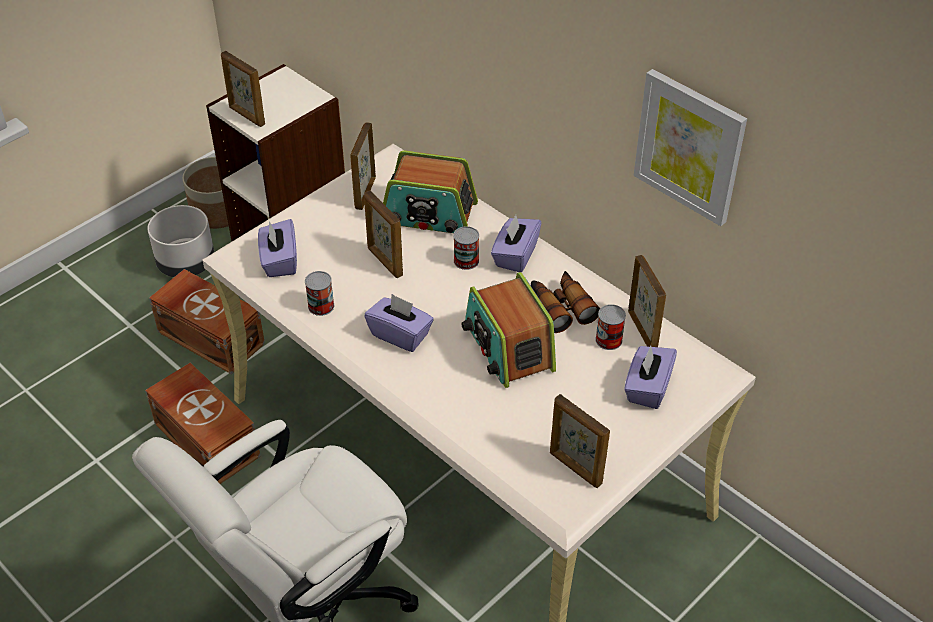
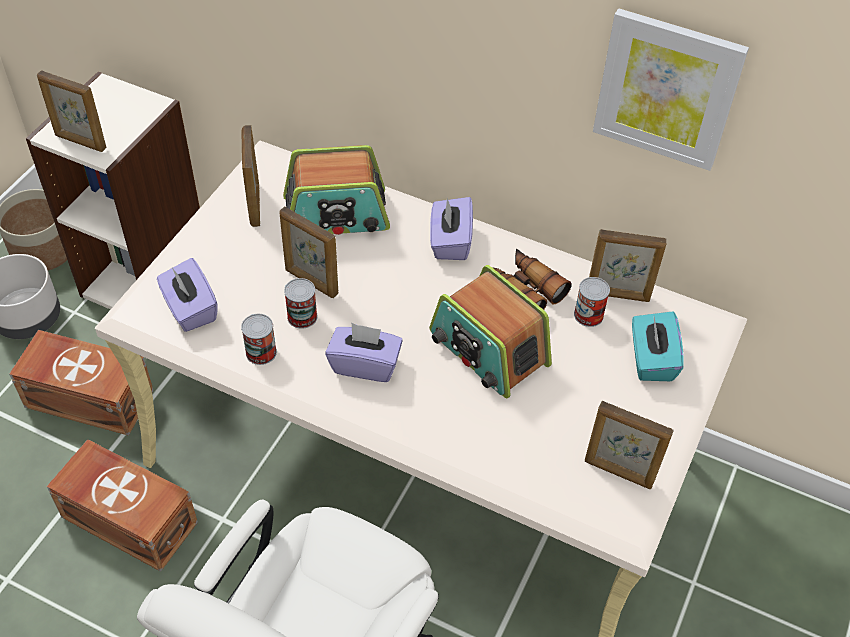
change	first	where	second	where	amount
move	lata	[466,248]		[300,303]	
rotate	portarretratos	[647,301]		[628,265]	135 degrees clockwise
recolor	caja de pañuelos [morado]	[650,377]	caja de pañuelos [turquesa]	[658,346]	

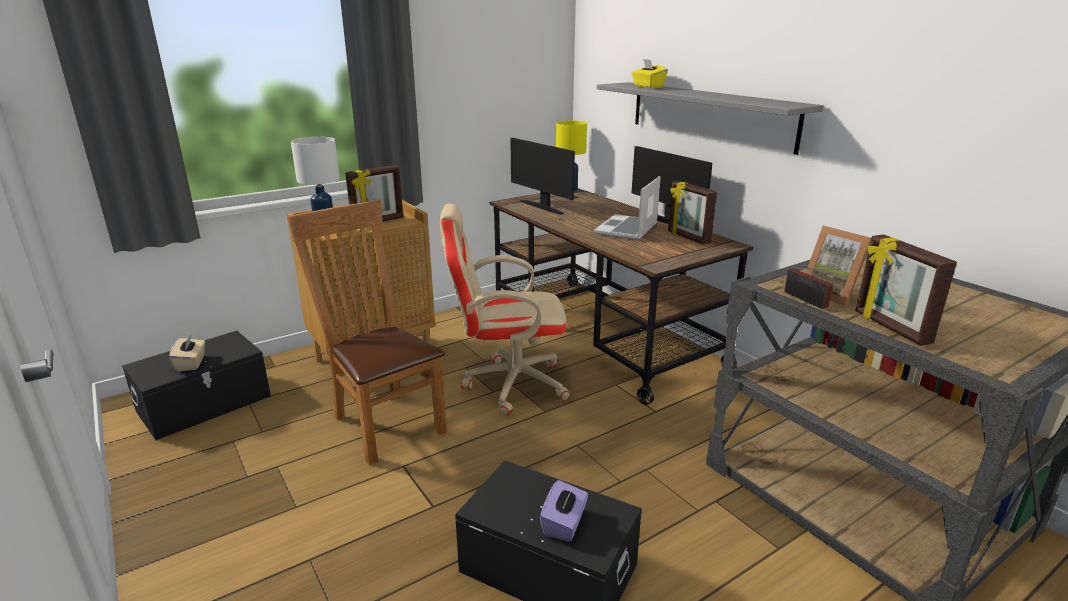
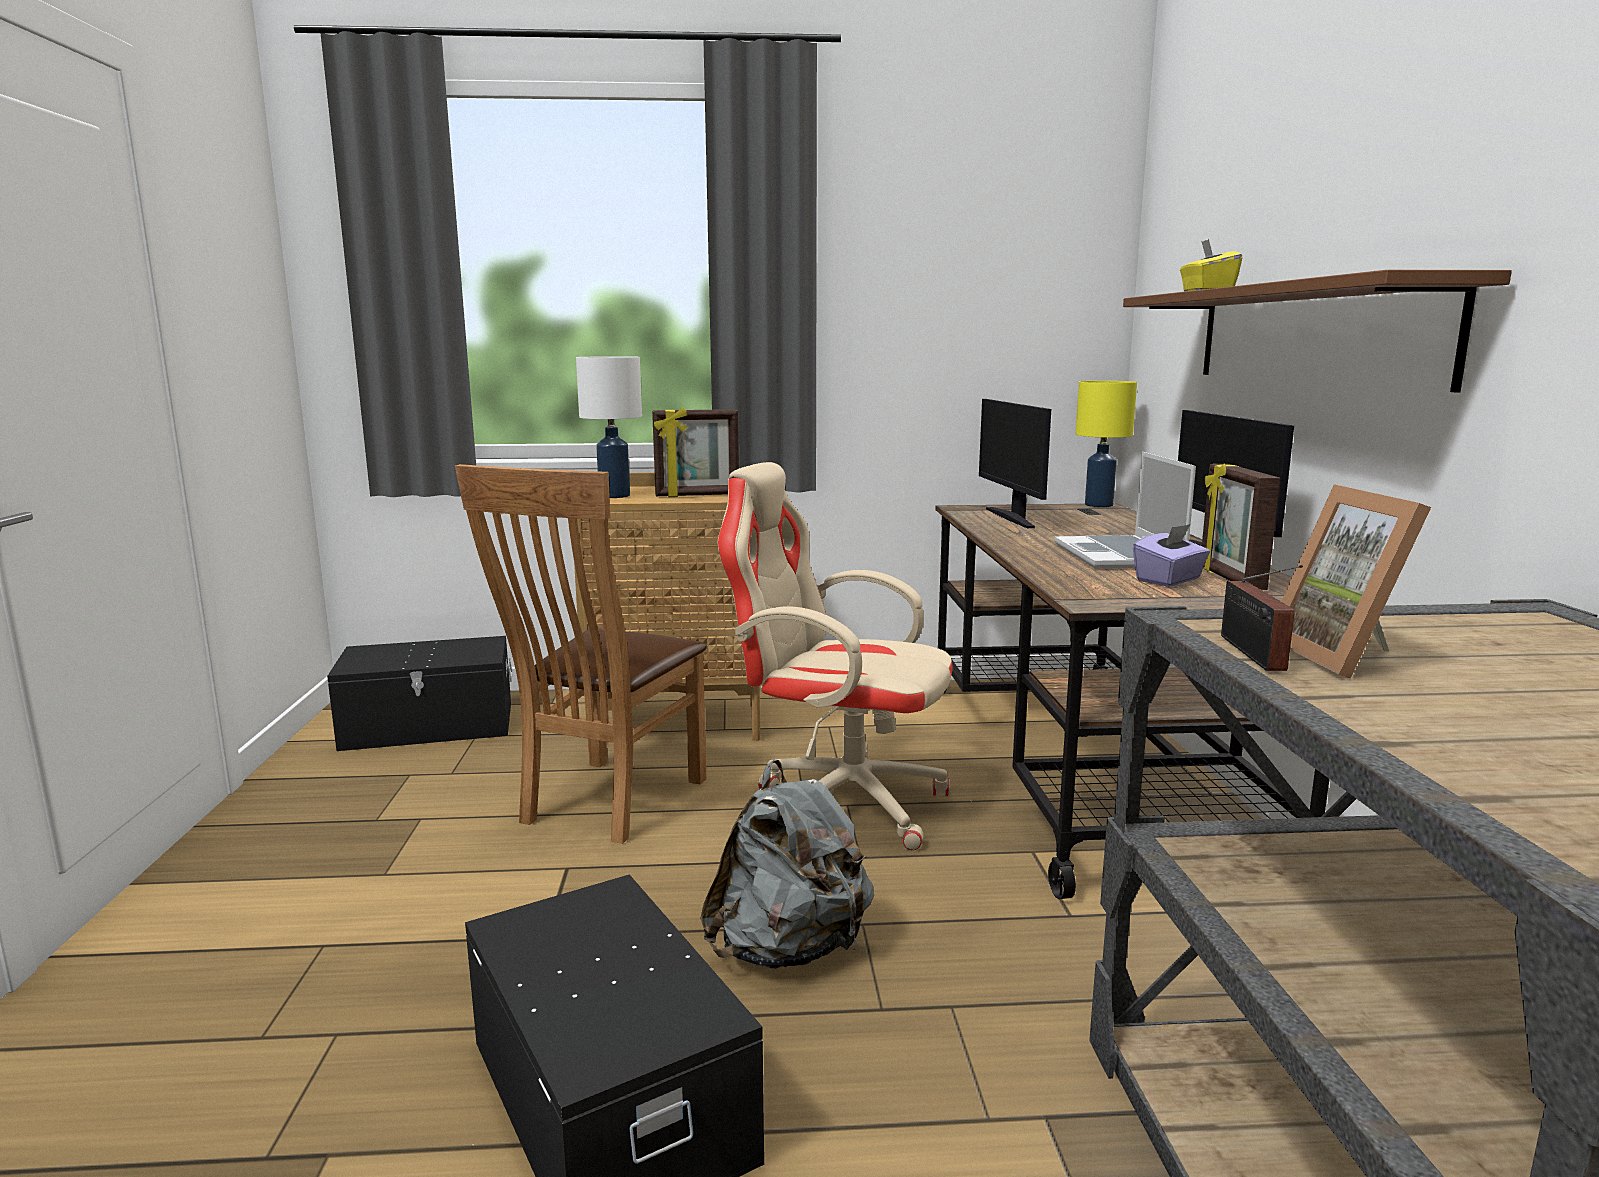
change	first	where	second	where	amount
rotate	silla [marrón]	[367,332]		[581,654]	150 degrees counterclockwise
insert			mochila [gris]	[787,864]	
rotate	portátil	[627,208]		[1125,510]	60 degrees counterclockwise
recolor	estante [gris]	[710,118]	estante [marrón]	[1317,331]	
move	caja de pañuelos [morado]	[564,511]		[1171,555]	
delete	caja de pañuelos [beis]	[187,353]			
delete	portarretratos	[906,290]			

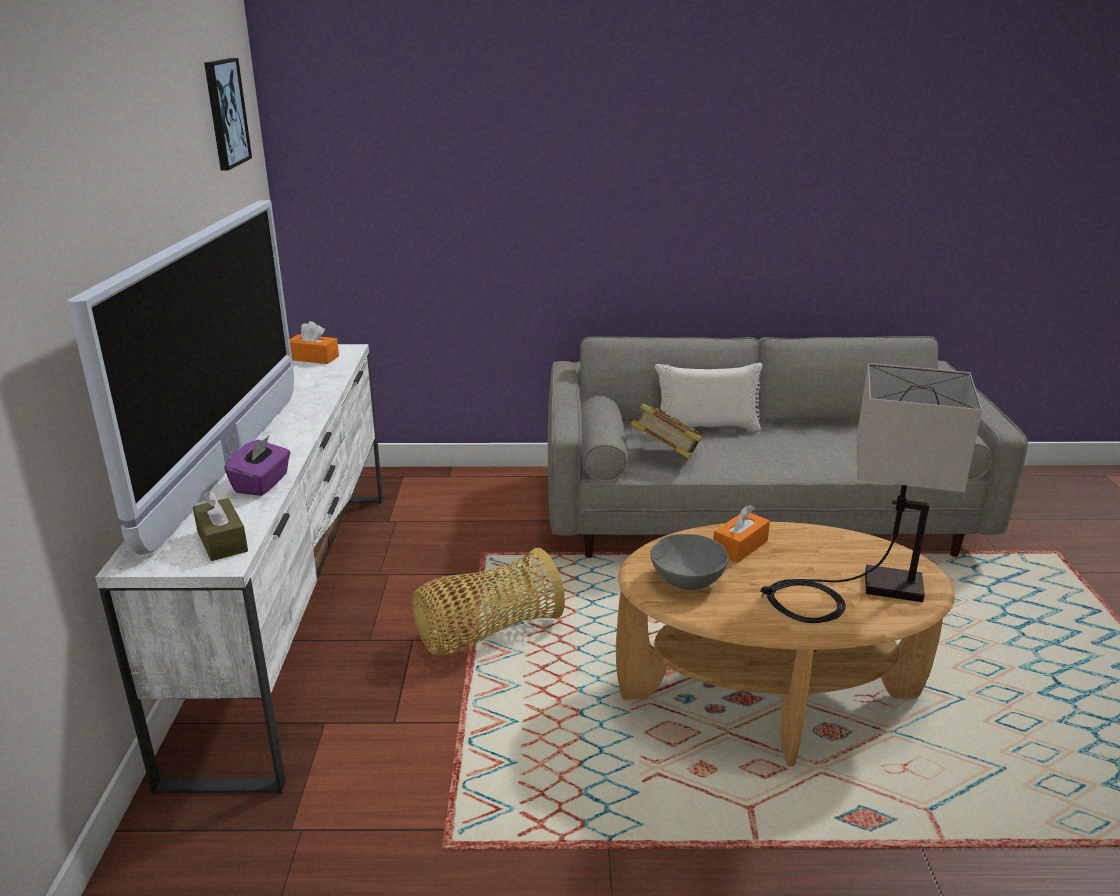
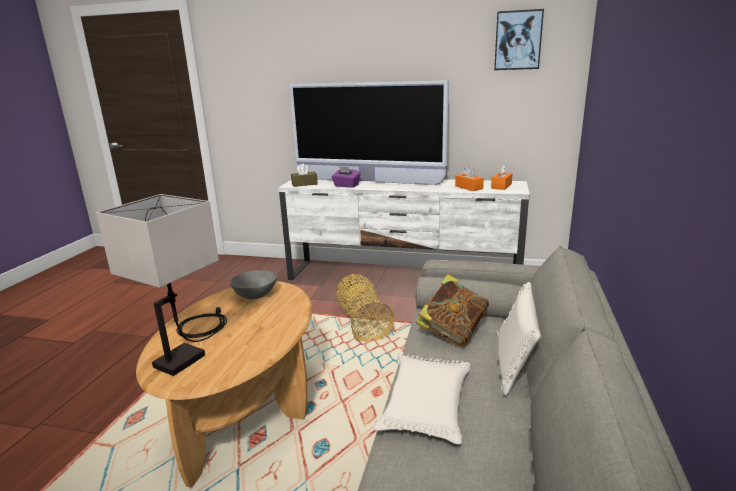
change	first	where	second	where	amount
insert			cojín [blanco]	[422,397]	
move	caja de pañuelos [naranja]	[741,534]		[469,178]	

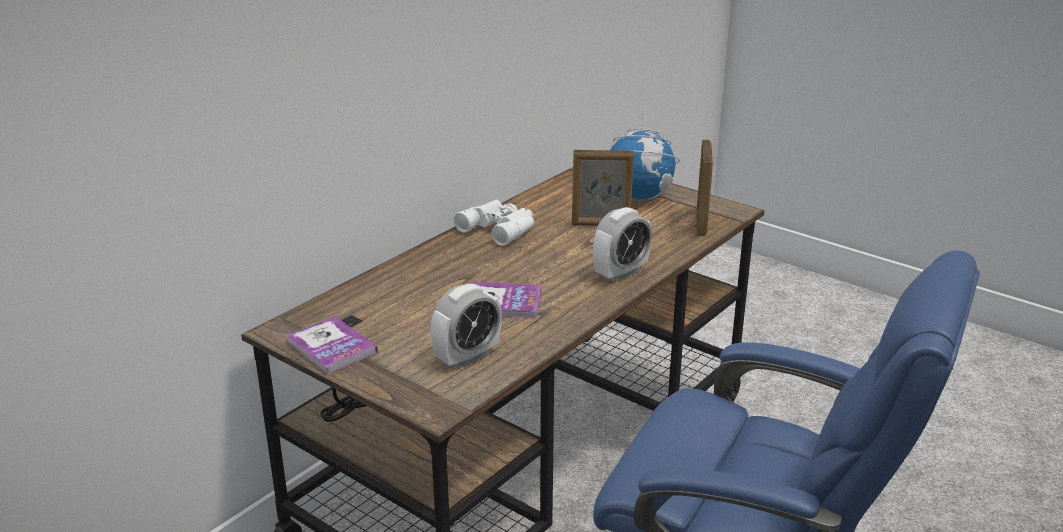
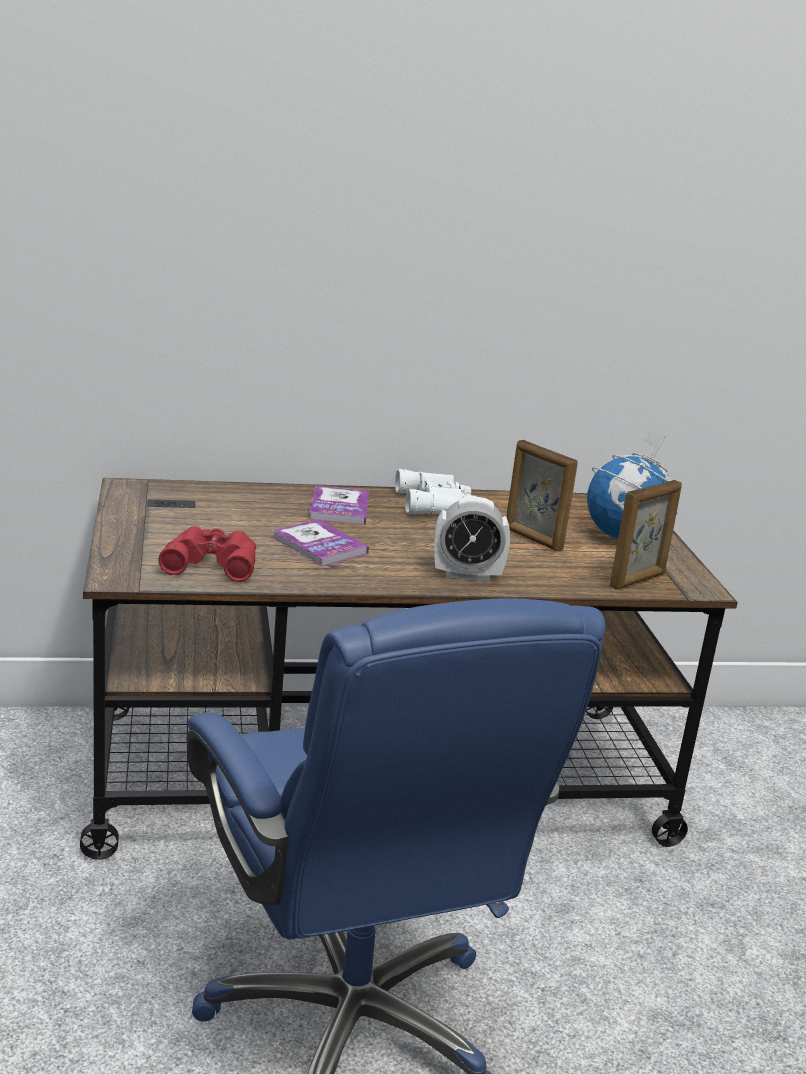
change	first	where	second	where	amount
replace	despertador	[466,326]	prismáticos [rojo]	[207,554]	
move	libro	[332,345]		[339,505]	

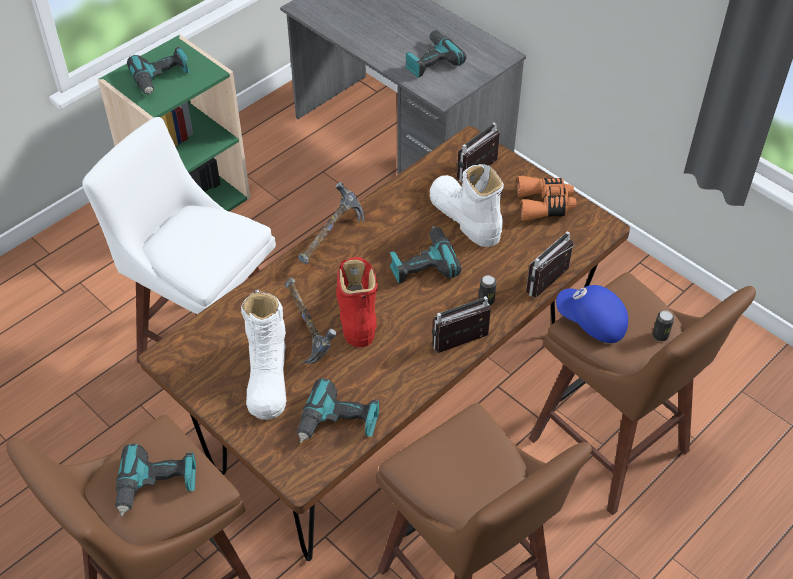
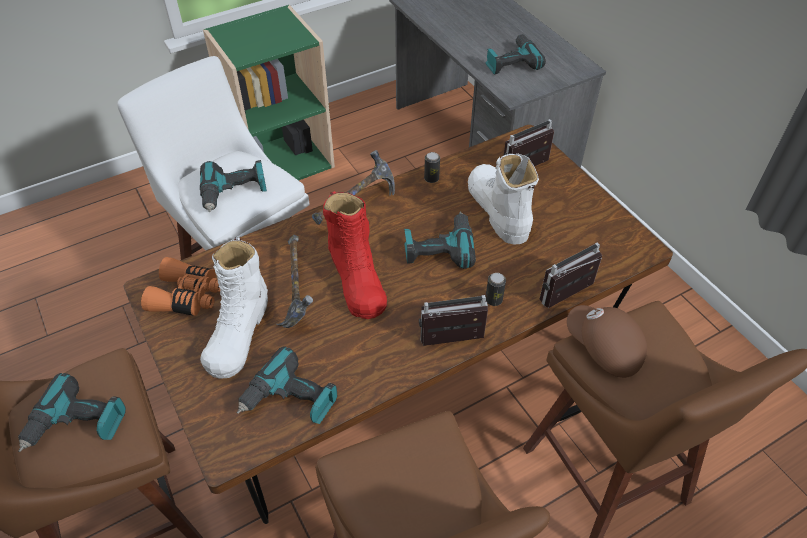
change	first	where	second	where	amount
move	prismáticos [naranja]	[546,198]		[181,286]	
move	taladro	[159,70]		[233,186]	
rotate	bota [rojo]	[357,302]		[355,255]	150 degrees clockwise
move	lata	[663,326]		[432,167]	
recolor	gorra [azul]	[592,314]	gorra [marrón]	[607,341]	

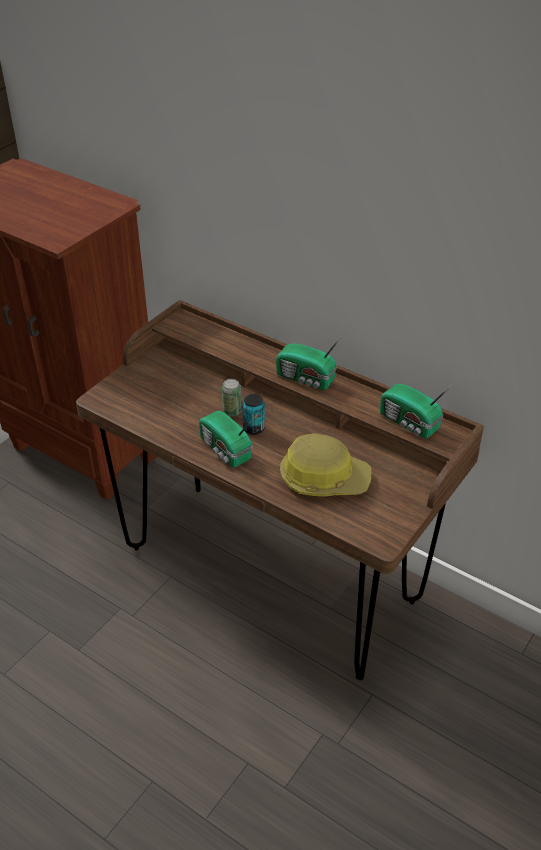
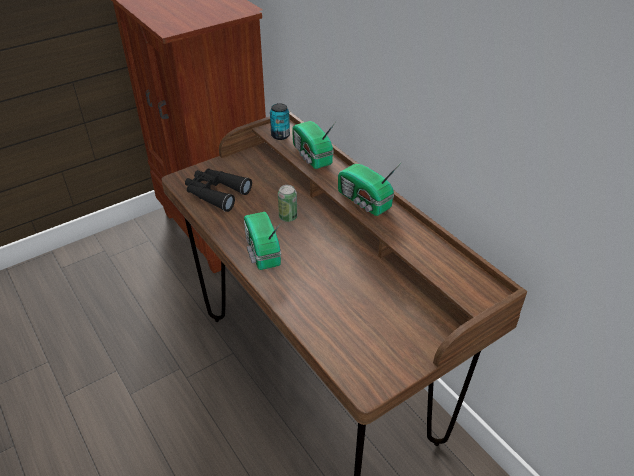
change	first	where	second	where	amount
insert			prismáticos [negro]	[218,190]	
move	lata	[253,414]		[280,121]	
move	radio	[416,411]		[314,145]	
delete	casco	[325,465]			

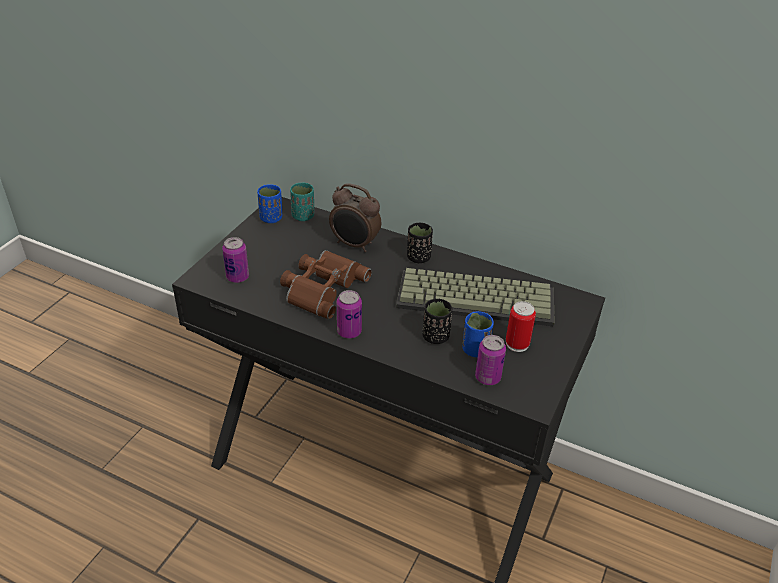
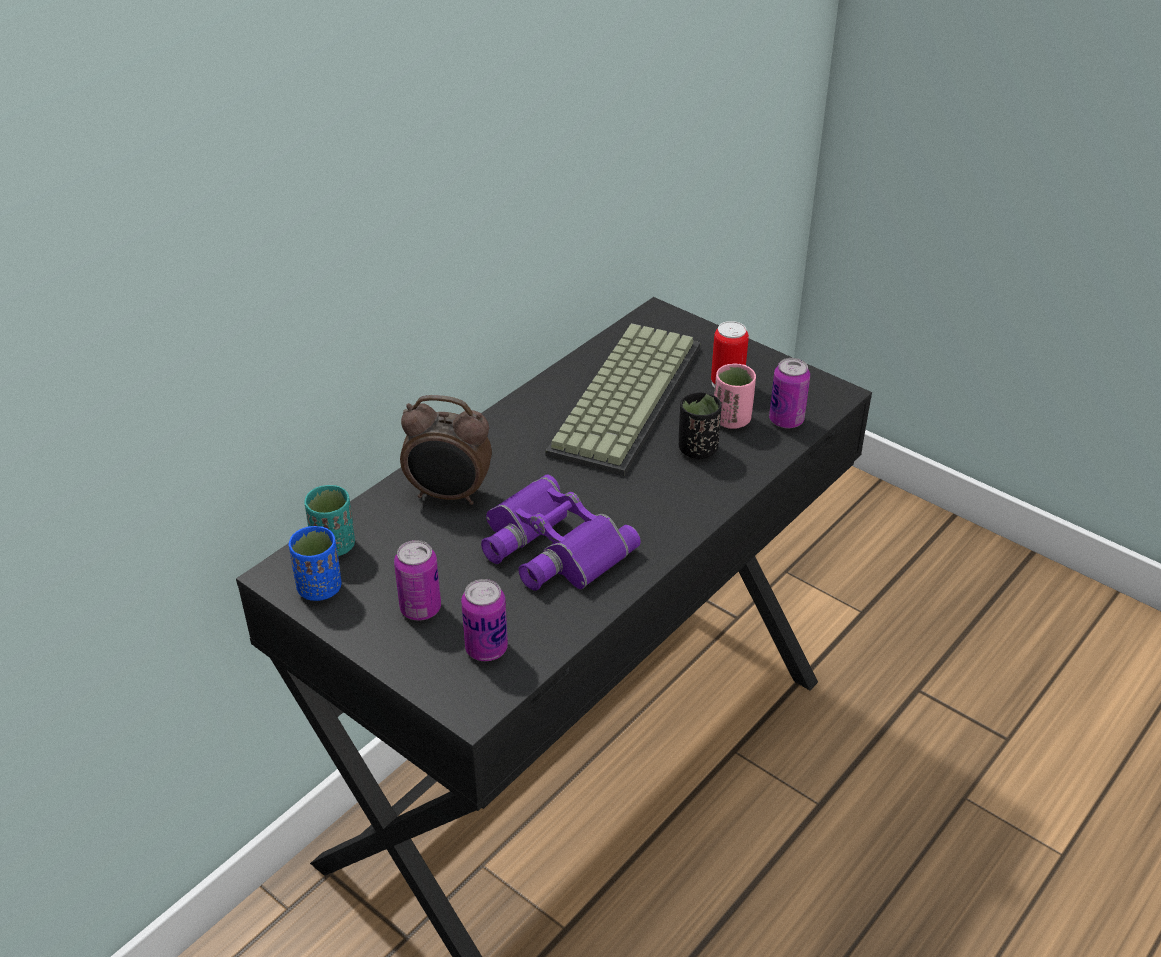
change	first	where	second	where	amount
move	lata	[349,314]		[417,580]	
rotate	despertador	[355,217]		[446,450]	60 degrees clockwise
recolor	prismáticos [marrón]	[326,284]	prismáticos [morado]	[561,533]	
recolor	taza [azul]	[478,334]	taza [rosa]	[735,396]	
delete	taza [negro]	[420,243]			

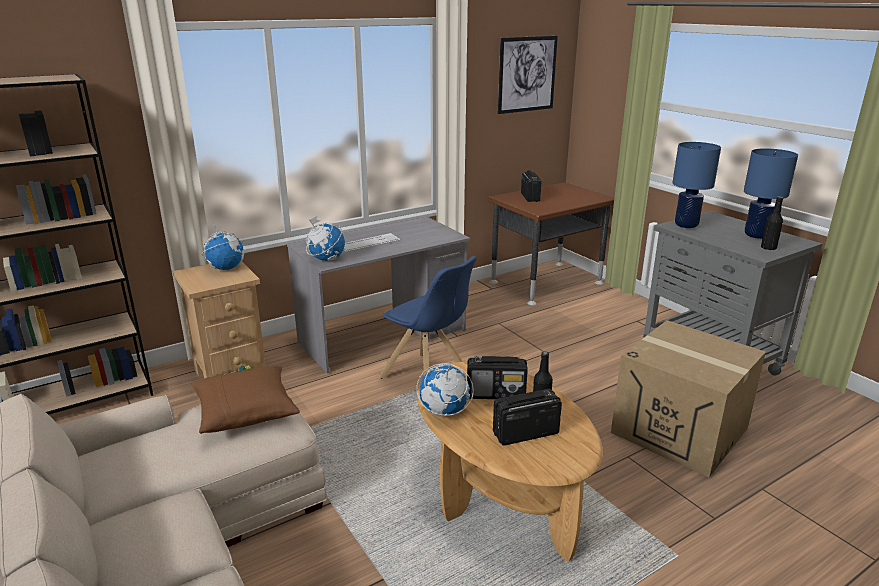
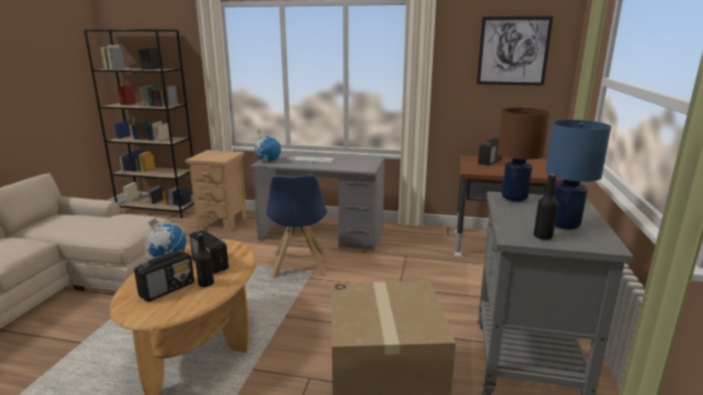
change	first	where	second	where	amount
rotate	radio	[527,417]		[164,276]	105 degrees clockwise
recolor	lámpara de mesa [azul]	[696,185]	lámpara de mesa [marrón]	[523,155]	
delete	cojín [marrón]	[245,399]			
delete	globo terráqueo	[222,246]			

